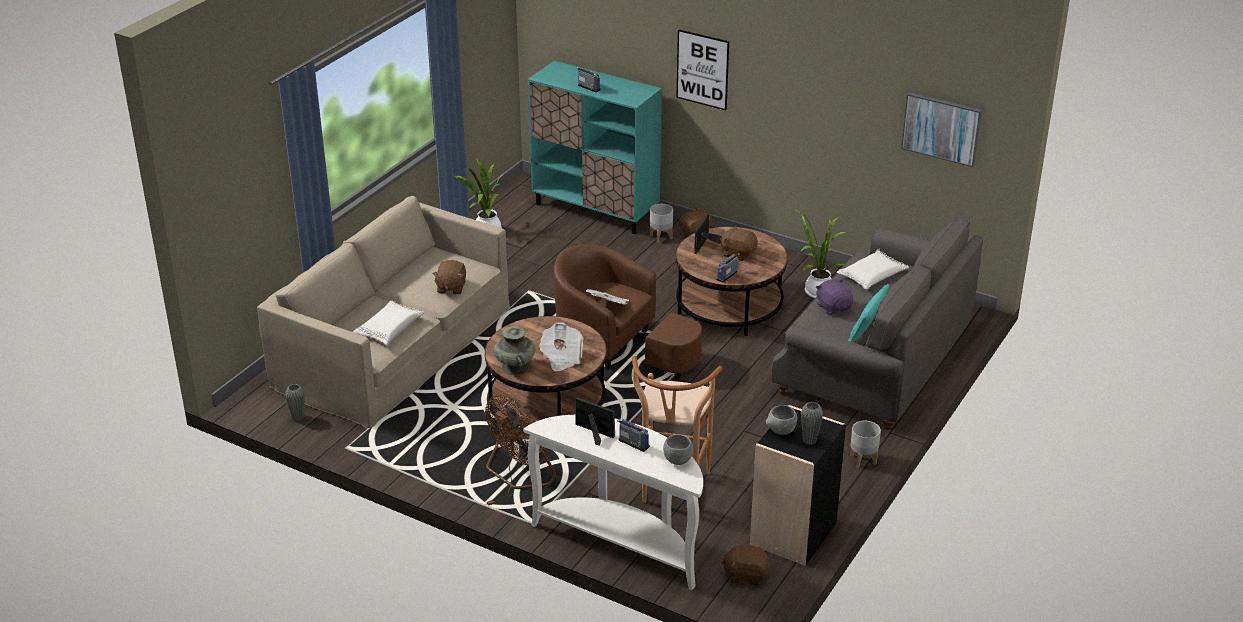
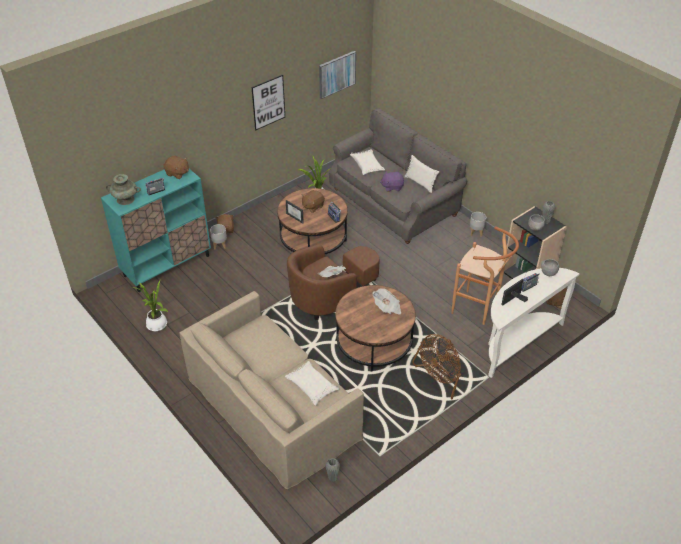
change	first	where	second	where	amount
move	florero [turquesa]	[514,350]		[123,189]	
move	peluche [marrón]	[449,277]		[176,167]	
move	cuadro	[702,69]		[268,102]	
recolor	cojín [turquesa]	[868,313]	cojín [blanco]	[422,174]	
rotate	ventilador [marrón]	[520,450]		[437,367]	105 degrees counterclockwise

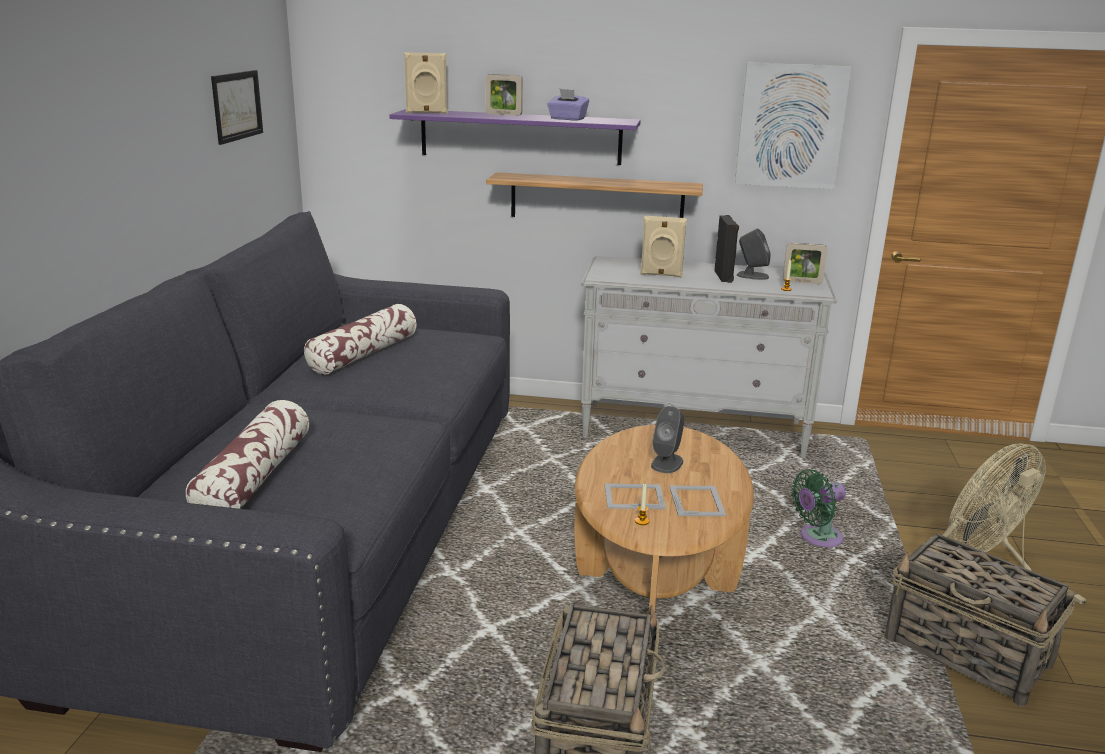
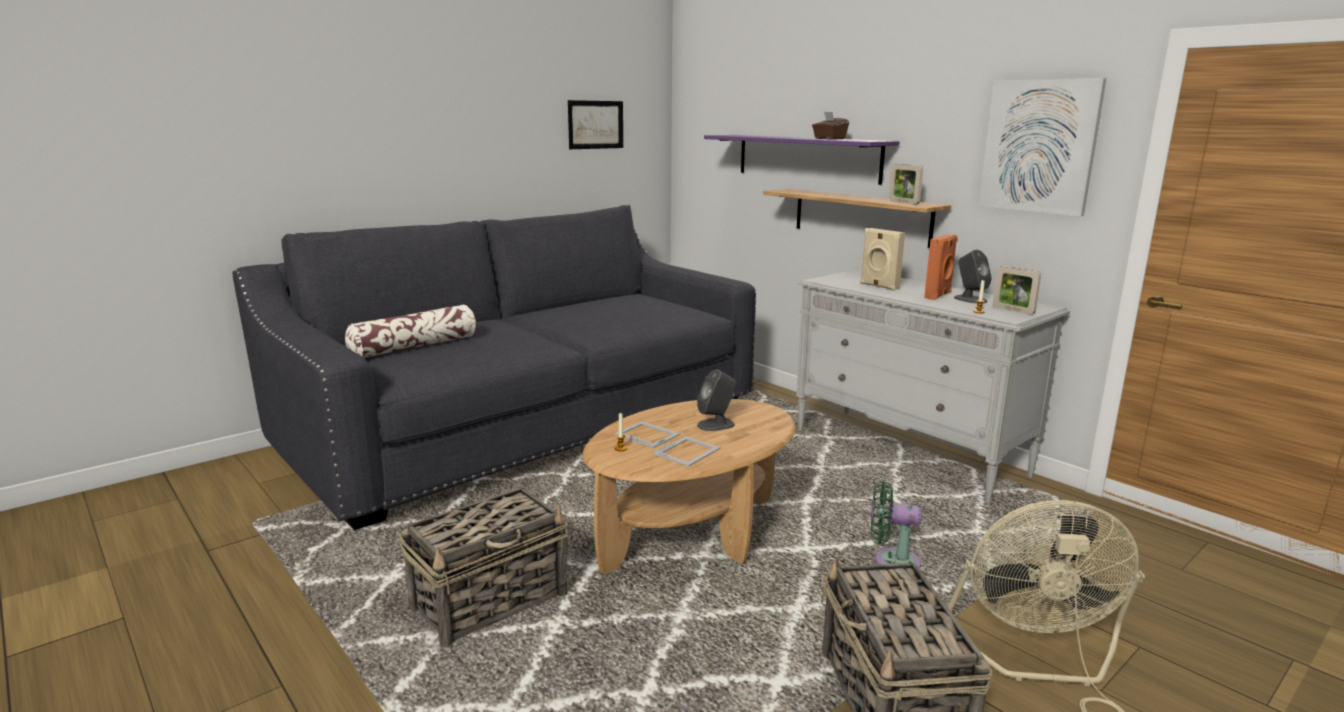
change	first	where	second	where	amount
recolor	caja de pañuelos [morado]	[568,105]	caja de pañuelos [marrón]	[830,125]	
move	portarretratos	[504,95]		[905,184]	
recolor	altavoz [negro]	[726,249]	altavoz [naranja]	[941,267]	
delete	cojín	[360,339]			
delete	altavoz [beis]	[425,83]			

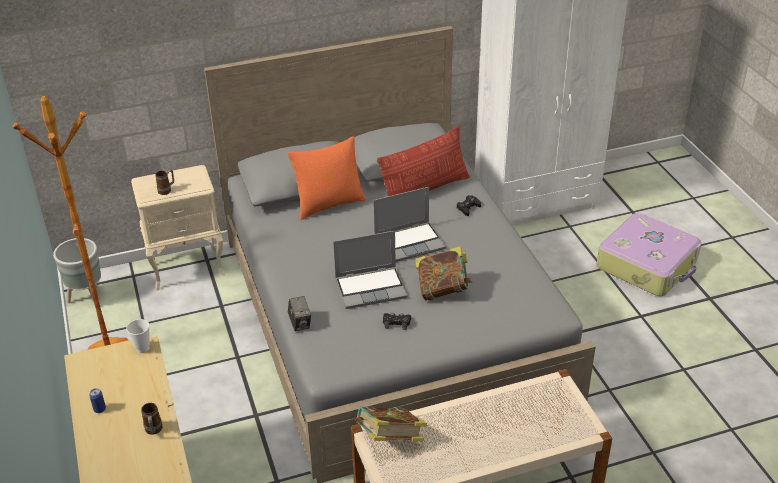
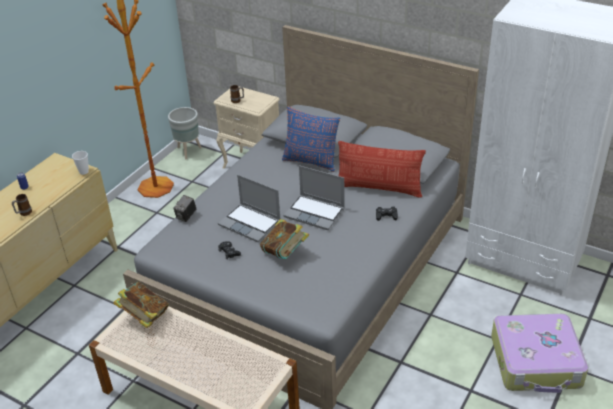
change	first	where	second	where	amount
recolor	cojín [naranja]	[327,178]	cojín [azul]	[311,139]	

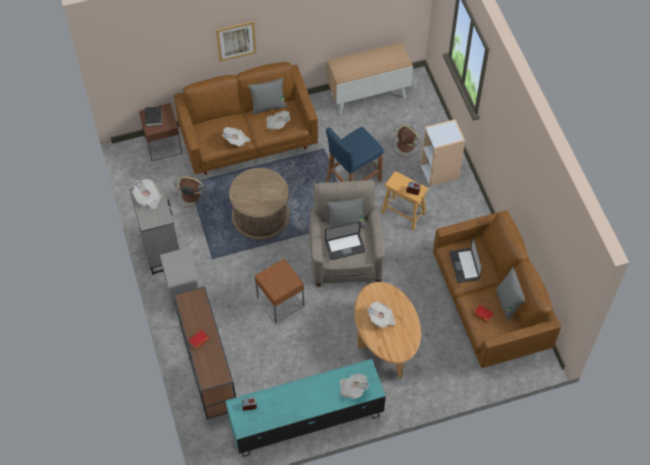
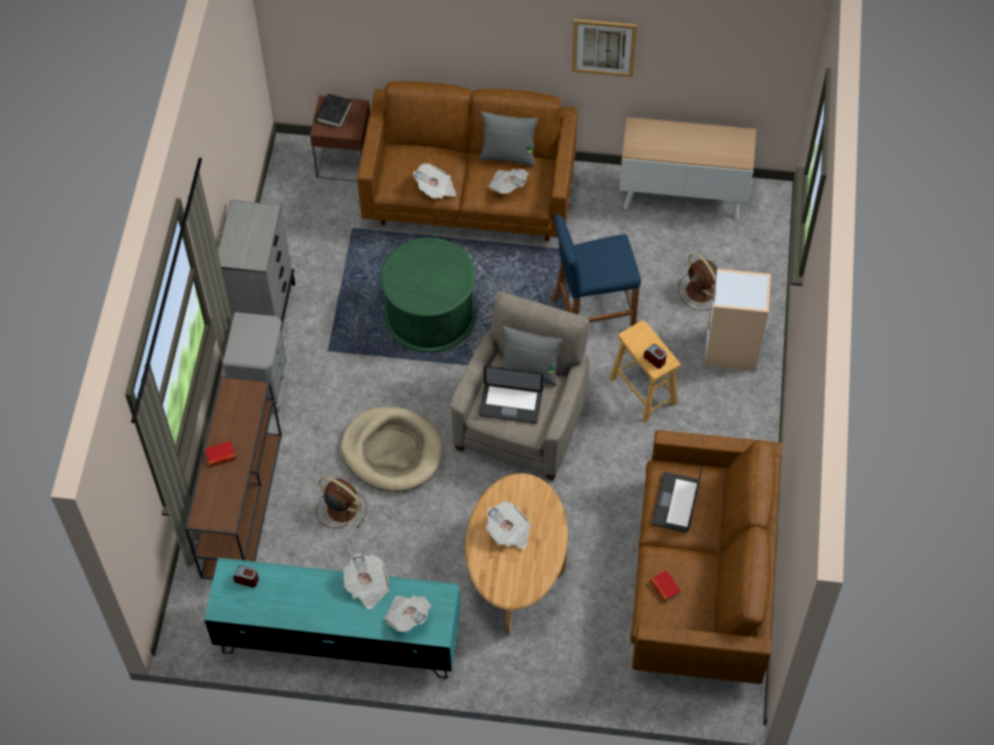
change	first	where	second	where	amount
move	ventilador [marrón]	[190,191]		[341,502]	
replace	mesa auxiliar [marrón]	[279,291]	cama para perro [beis]	[392,449]	
move	periódico	[147,194]		[366,581]	
recolor	mesa de centro [marrón]	[259,204]	mesa de centro [verde]	[428,295]	
move	cuadro	[236,41]		[604,48]	
delete	cojín [gris]	[510,294]			

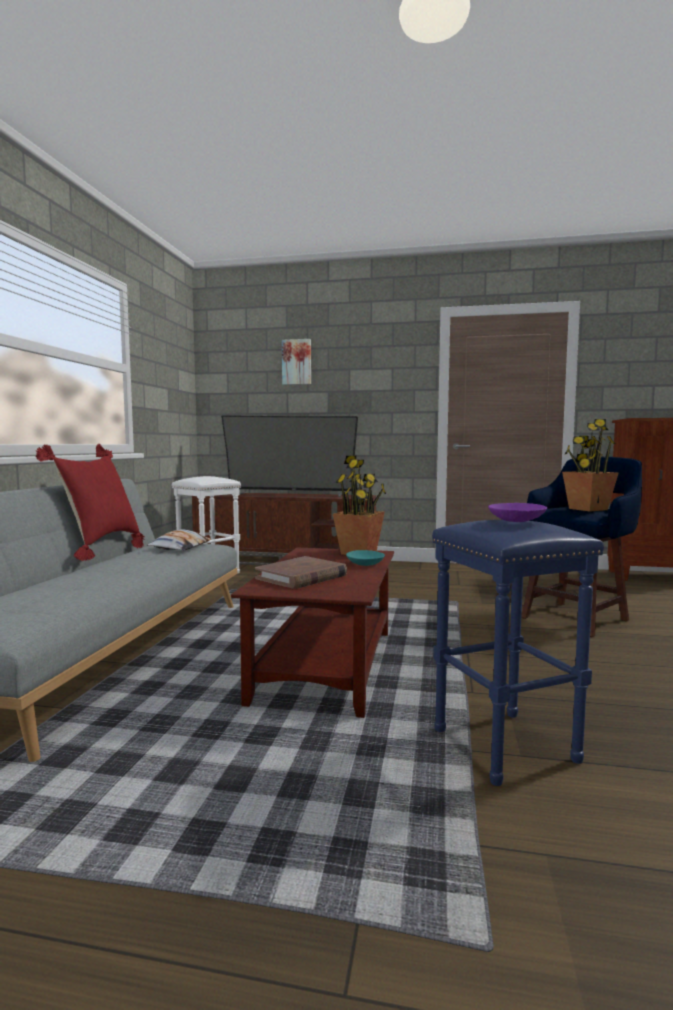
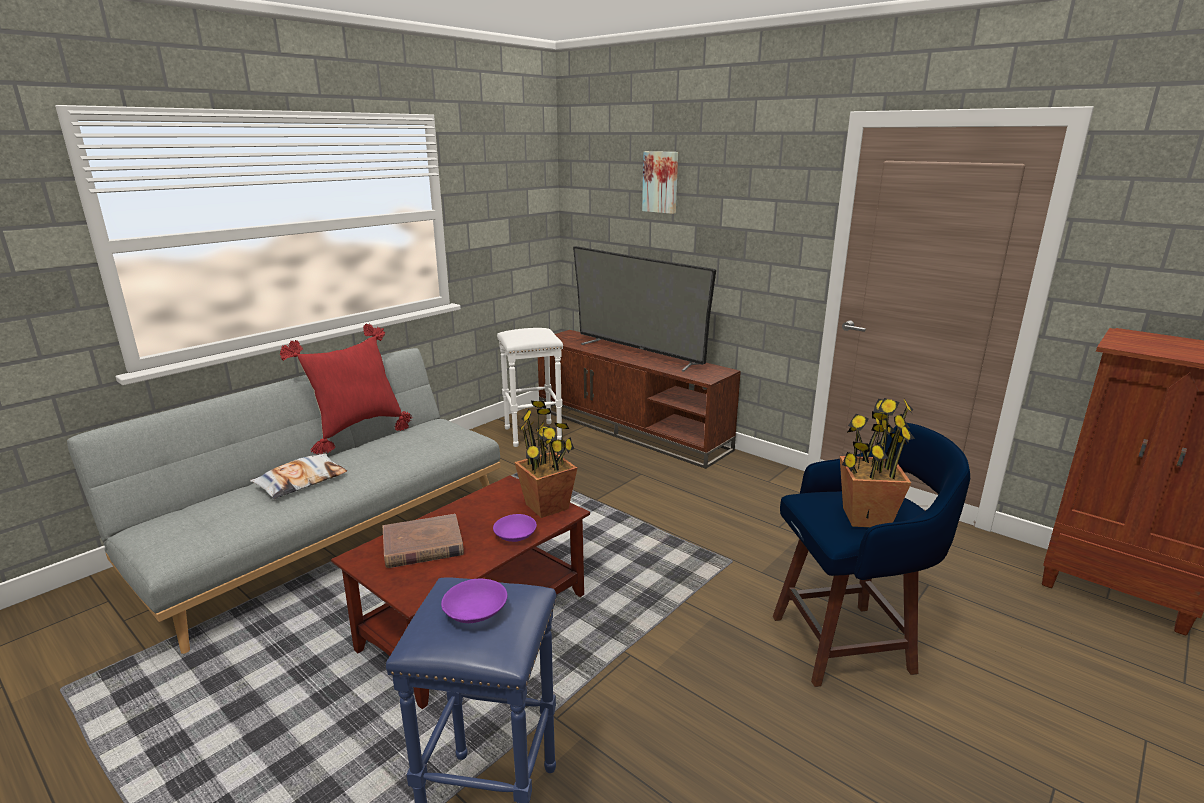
change	first	where	second	where	amount
move	cojín	[179,540]		[298,476]	
recolor	cuenco [turquesa]	[365,558]	cuenco [morado]	[515,528]	

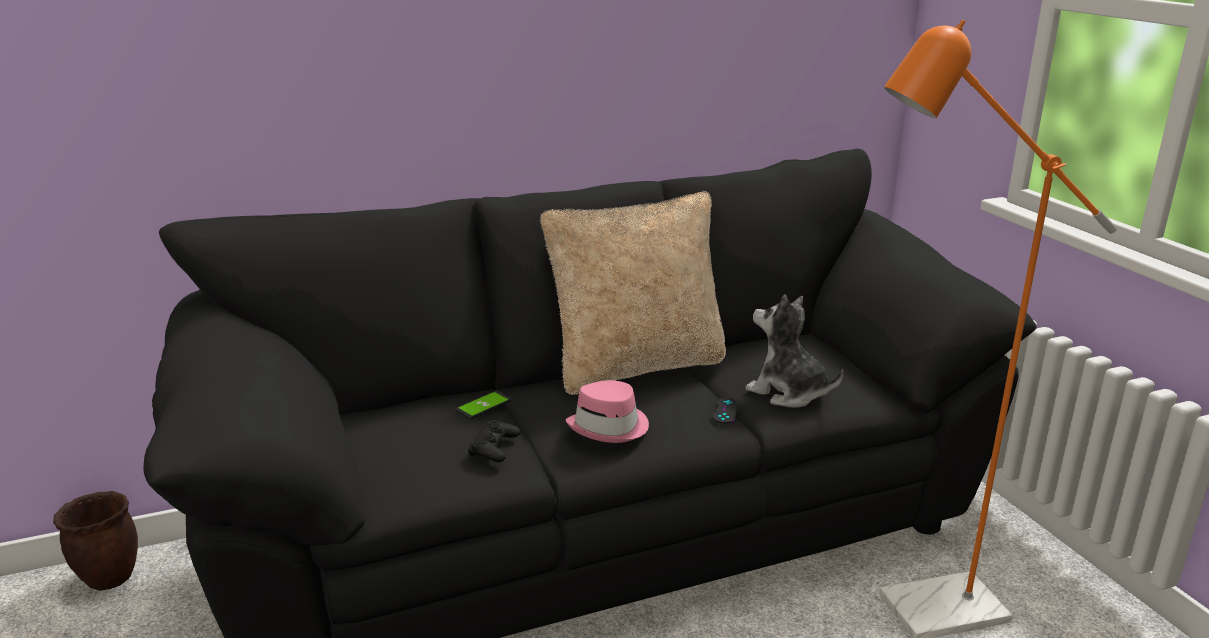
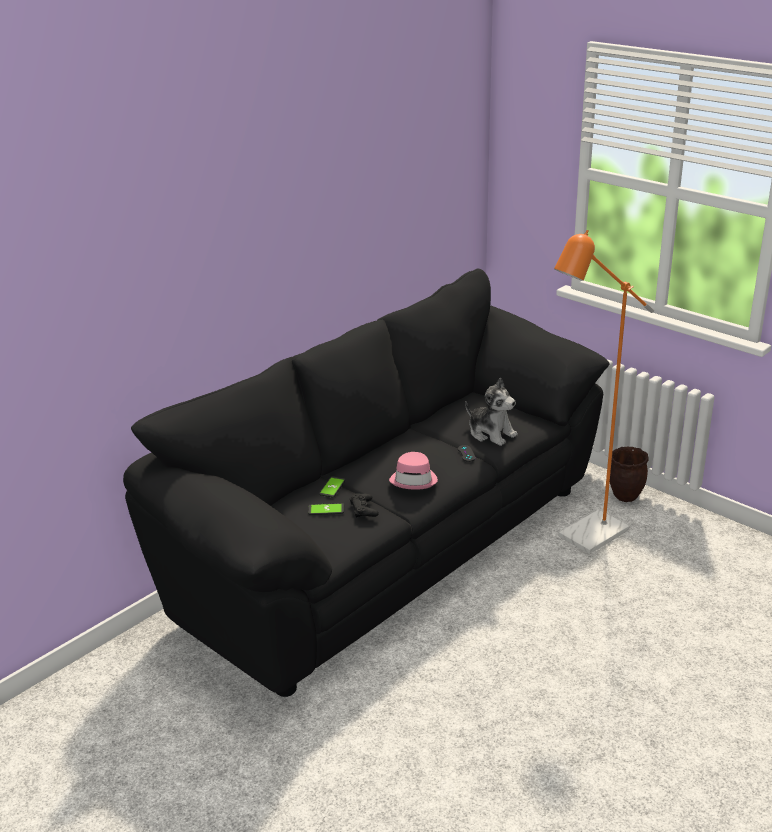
change	first	where	second	where	amount
insert			móvil	[326,509]	
rotate	peluche	[794,351]		[491,411]	150 degrees counterclockwise
move	maceta [marrón]	[95,541]		[629,474]	
delete	cojín [beis]	[633,293]			

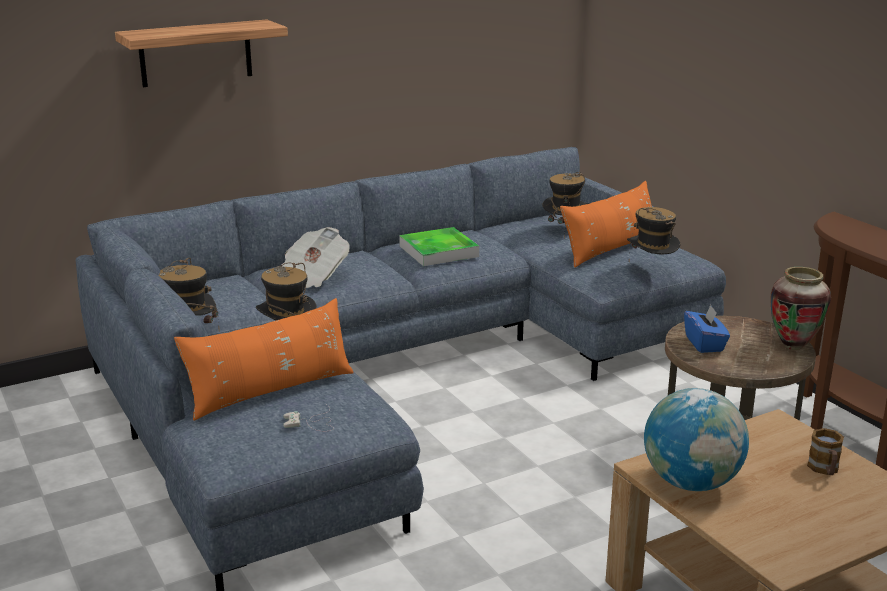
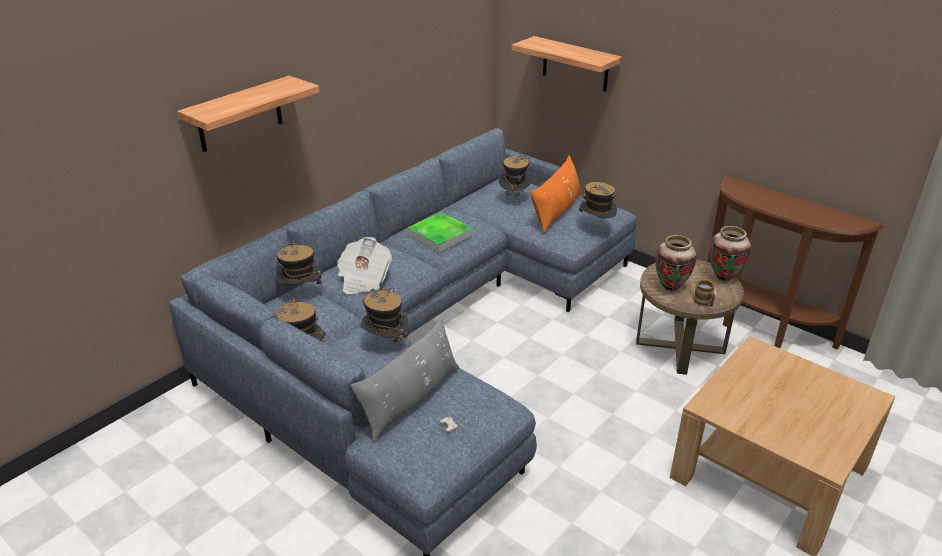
change	first	where	second	where	amount
insert			sombrero	[299,262]	
recolor	cojín [naranja]	[264,359]	cojín [gris]	[404,379]	
insert			estante	[567,64]	
replace	caja de pañuelos [azul]	[707,329]	florero	[676,263]	
move	taza grande	[825,451]		[704,293]	
delete	globo terráqueo	[696,439]			

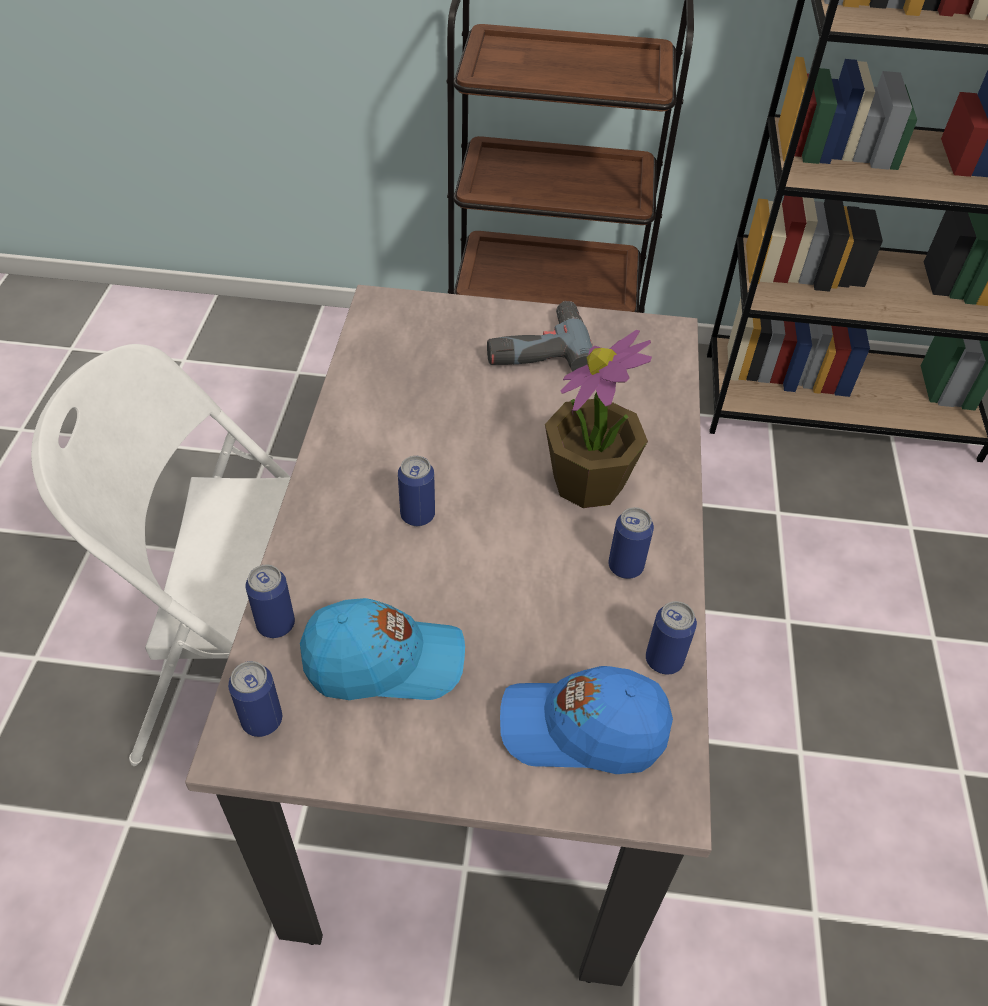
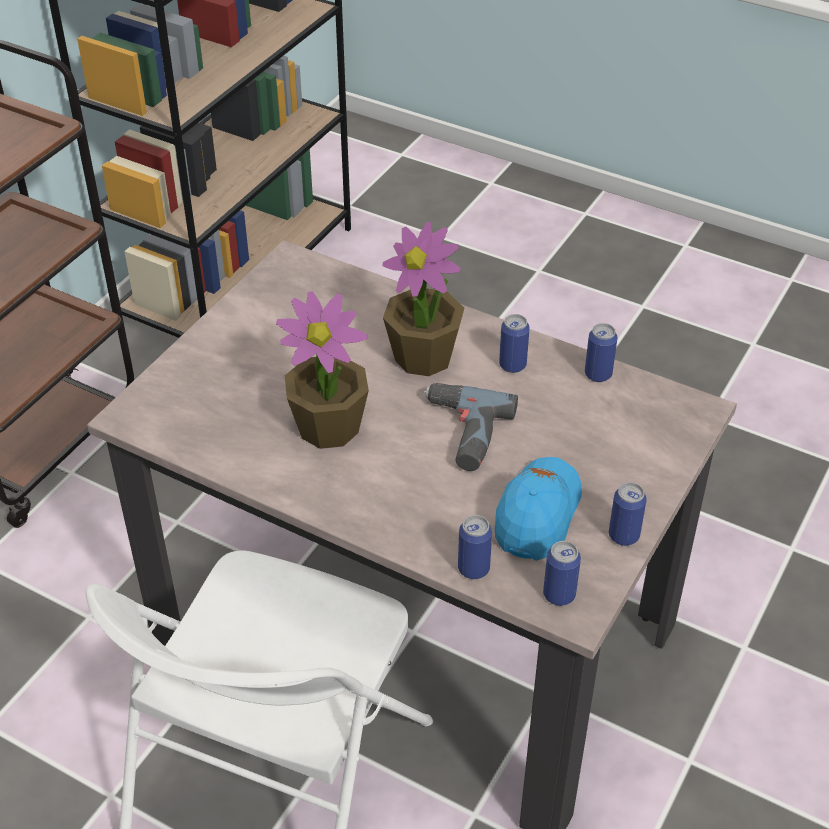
change	first	where	second	where	amount
insert			planta en maceta	[322,370]	
move	taladro	[540,336]		[471,427]	
move	lata	[416,491]		[628,514]	
delete	gorra [azul]	[586,720]			

